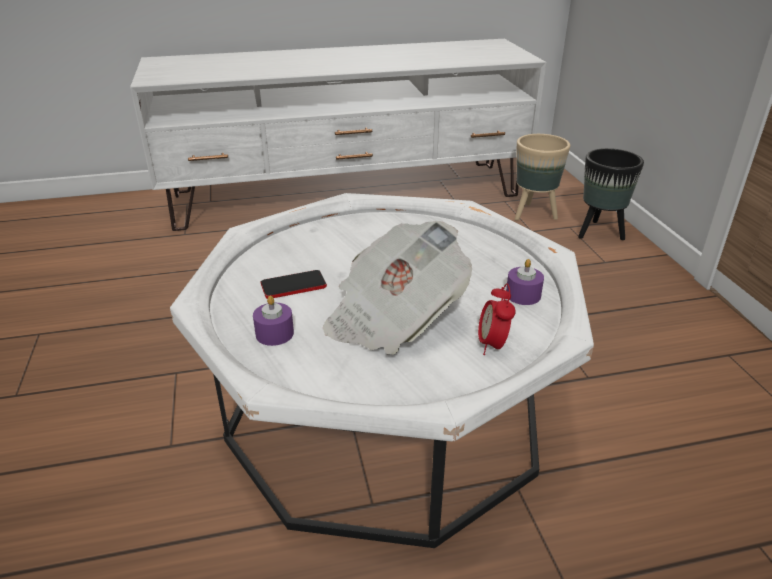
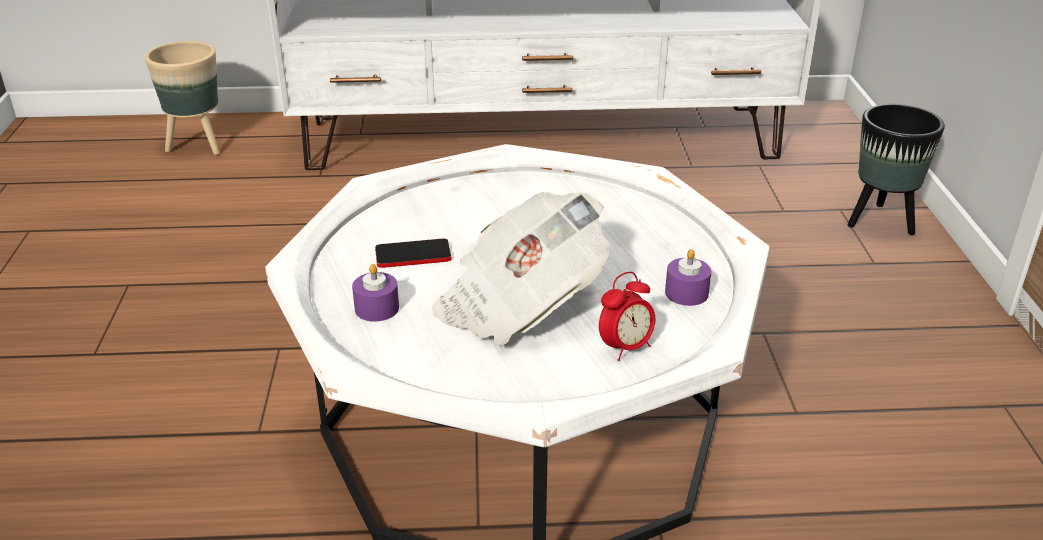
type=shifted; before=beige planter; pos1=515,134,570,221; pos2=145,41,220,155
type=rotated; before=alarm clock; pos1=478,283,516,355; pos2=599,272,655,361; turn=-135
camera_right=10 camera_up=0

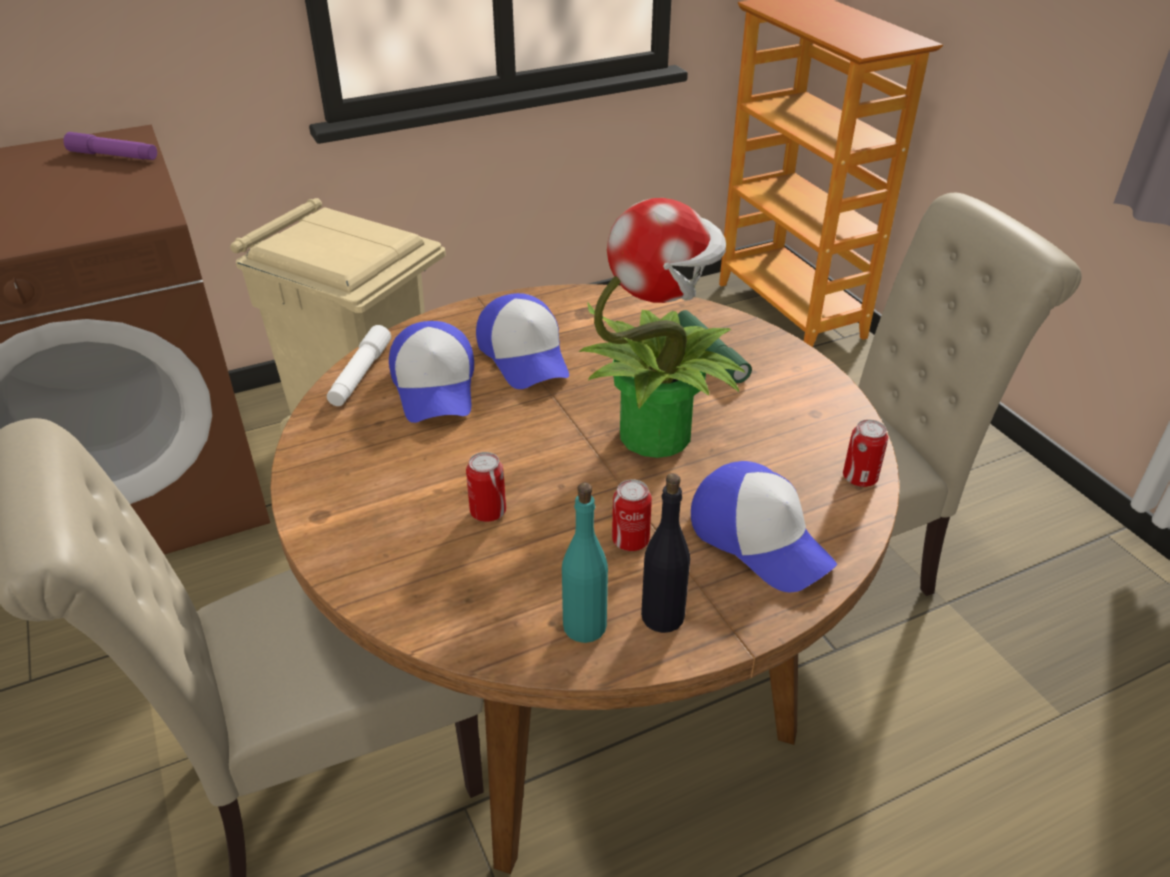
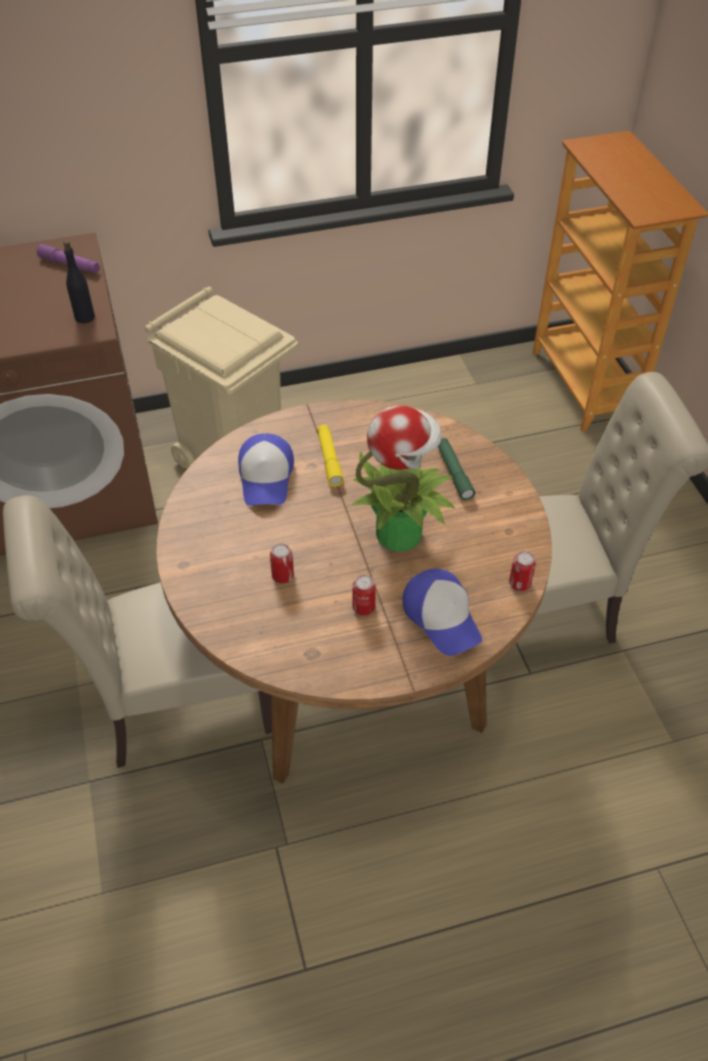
type=swapped; before=cap; after=yellow flashlight; pos1=476,293,569,389; pos2=318,425,344,487
type=gone; before=white flashlight; pos1=327,325,391,406
type=shifted; before=black bottle; pos1=641,473,690,633; pos2=63,241,95,323
type=gone; before=turquoise bottle; pos1=562,483,608,643
camera_right=10 camera_up=10

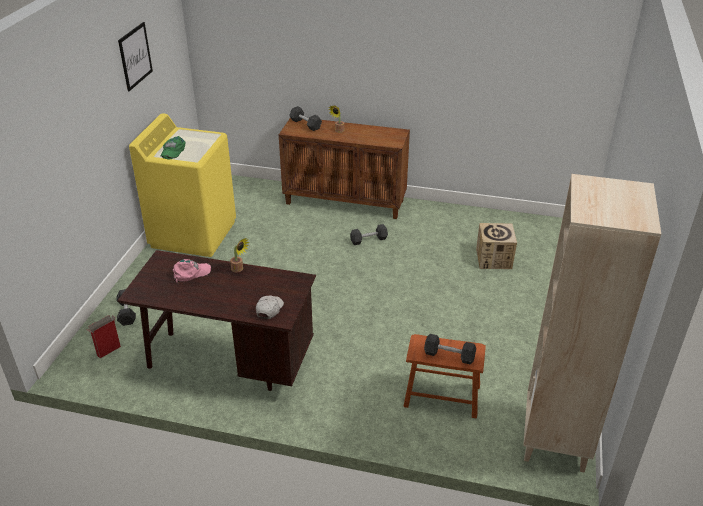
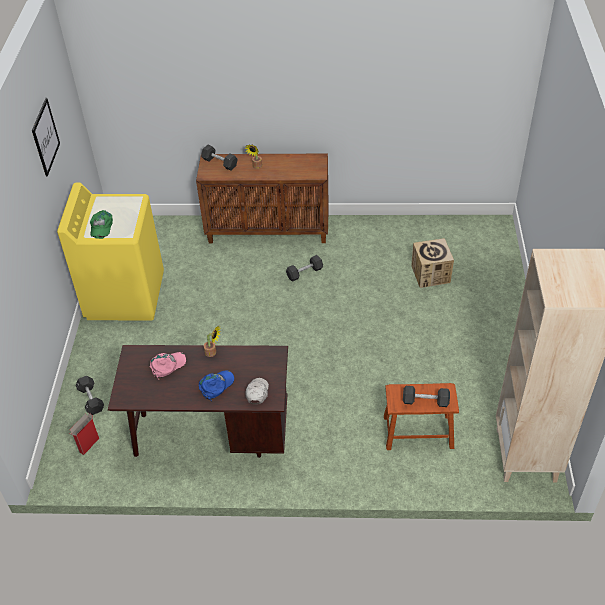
type=new; after=blue cap; pos2=199,370,234,401
camera_right=-10 camera_up=10

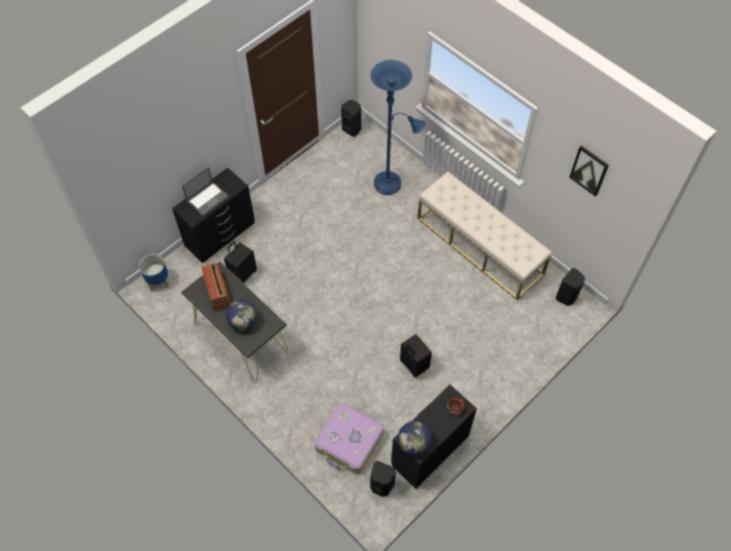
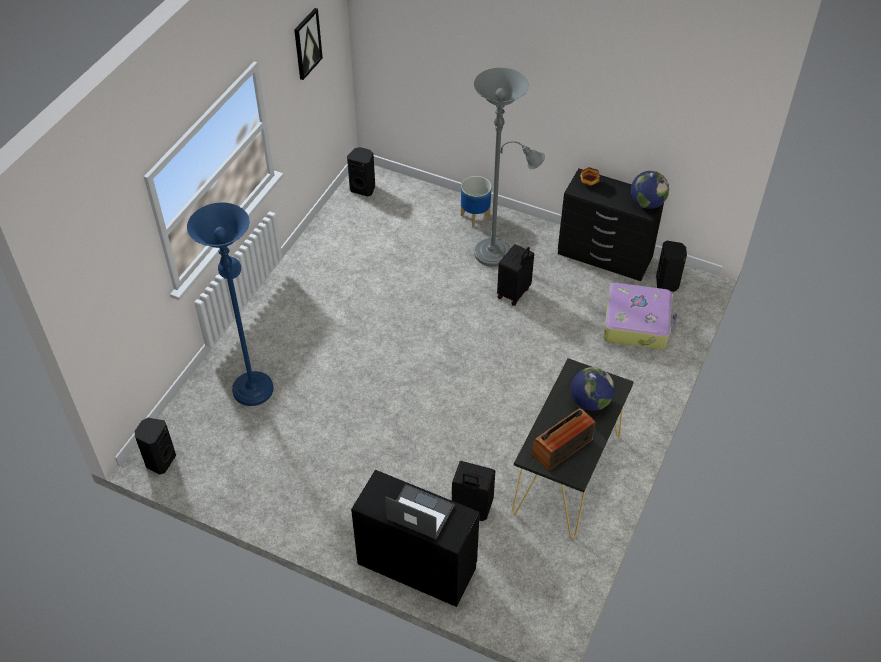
type=gone; before=beige bench; pos1=417,172,552,300
type=shifted; before=planter; pos1=139,254,169,291; pos2=461,176,492,227
type=new; after=grey floor lamp; pos2=474,68,545,267
camera_right=-110 camera_up=-10

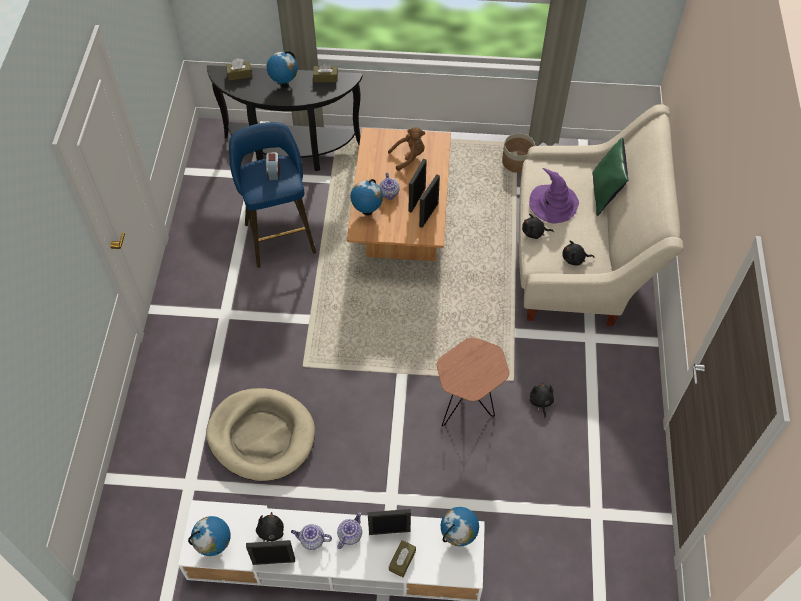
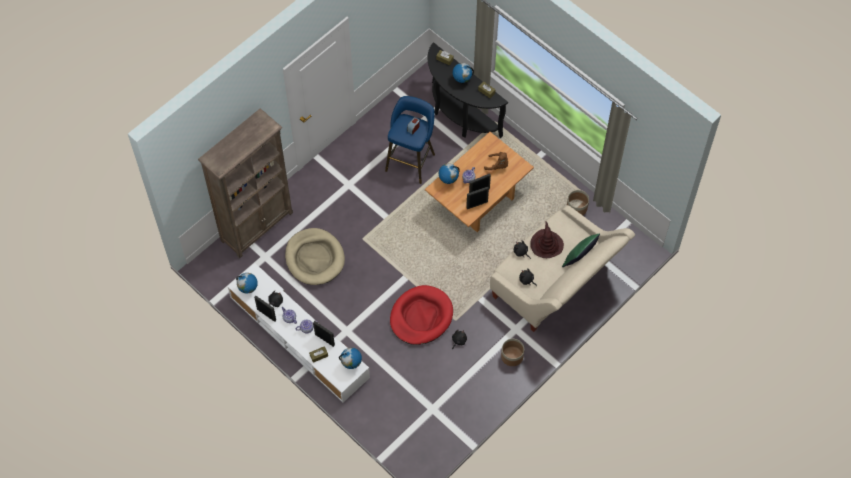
type=repainted; before=purple hat; after=brown hat; pos1=529,168,579,224; pos2=530,221,564,258
type=swapped; before=brown side table; after=red dog bed; pos1=437,337,509,426; pos2=390,285,453,345
type=new; after=brown bookcase; pos2=198,108,293,258
type=new; after=planter; pos2=501,339,524,366
camera_right=40 camera_up=5

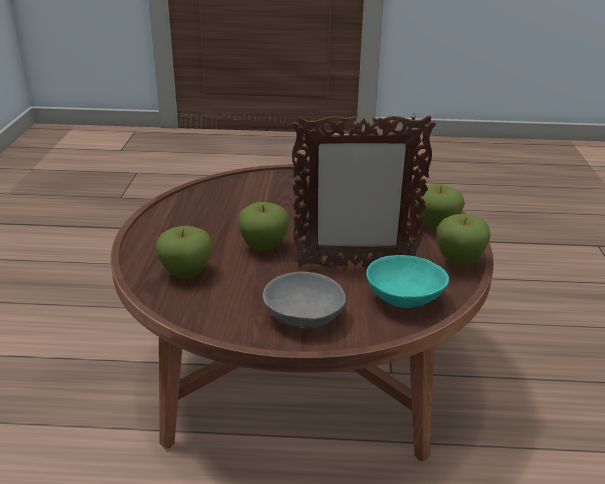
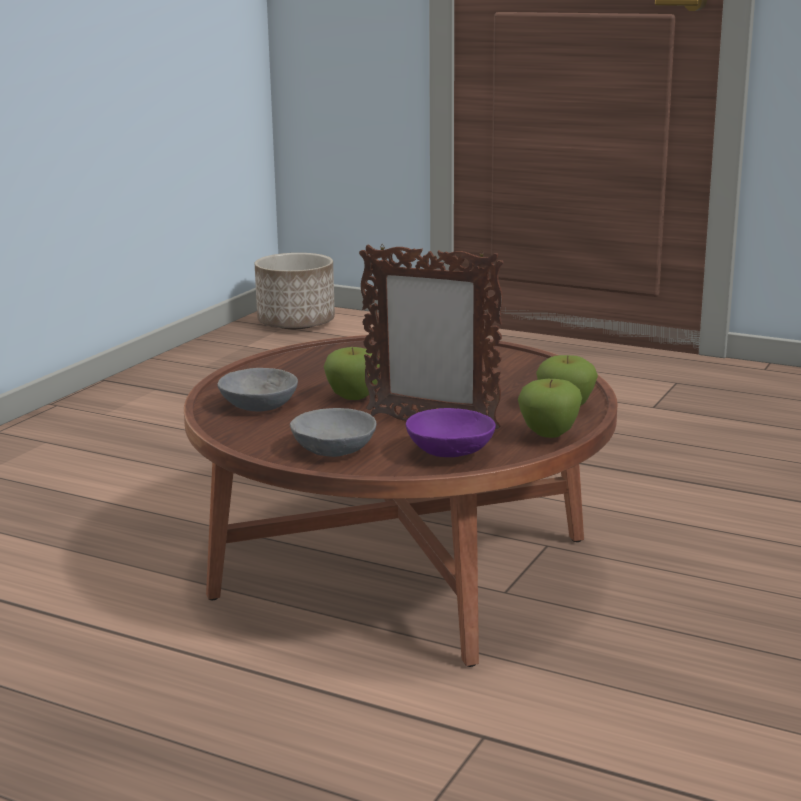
type=swapped; before=apple; after=grey bowl; pos1=155,226,212,279; pos2=217,368,298,411
type=repainted; before=turquoise bowl; after=purple bowl; pos1=366,255,449,308; pos2=406,408,496,457
type=new; after=planter; pos2=255,253,335,329
camera_right=25 camera_up=-10

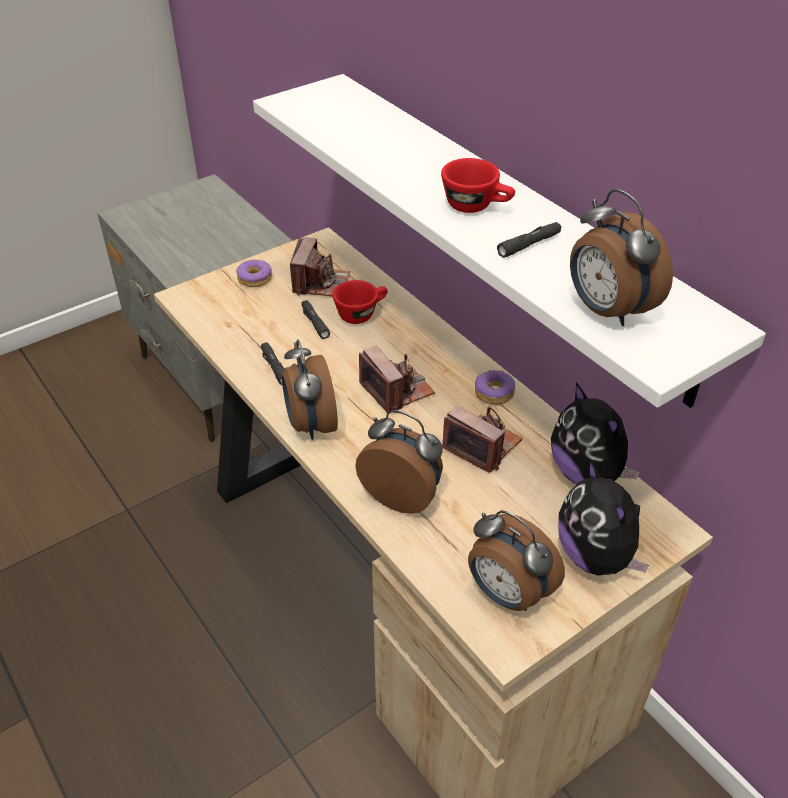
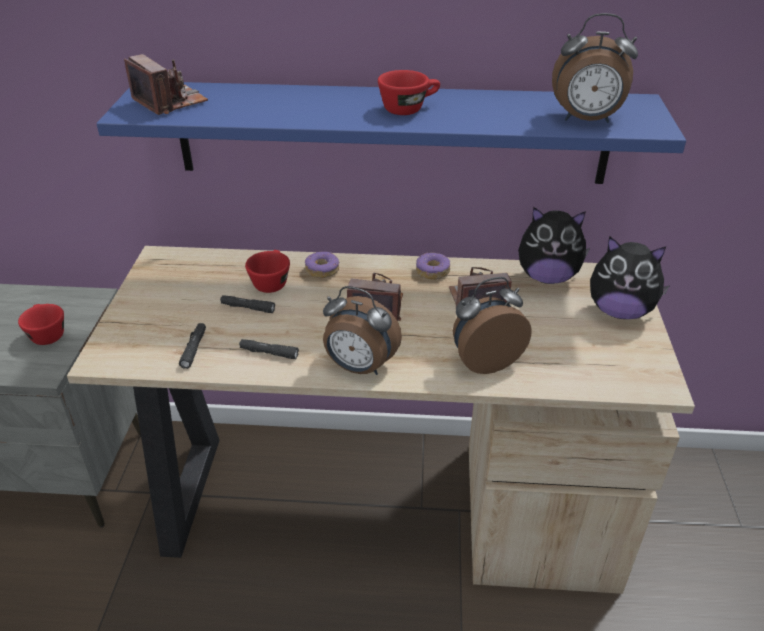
type=repainted; before=white shelf; after=blue shelf; pos1=253,74,766,408; pos2=96,82,686,184
type=shifted; before=black flashlight; pos1=497,222,561,258; pos2=179,323,206,369
type=shifted; before=photo camera; pos1=290,237,350,297; pos2=124,54,208,115
type=shifted; before=donut; pos1=236,260,272,287; pos2=305,252,339,278
type=gone; before=alarm clock; pos1=468,510,565,611
type=new; after=red cup; pos2=18,304,64,345
camera_right=-50 camera_up=-5

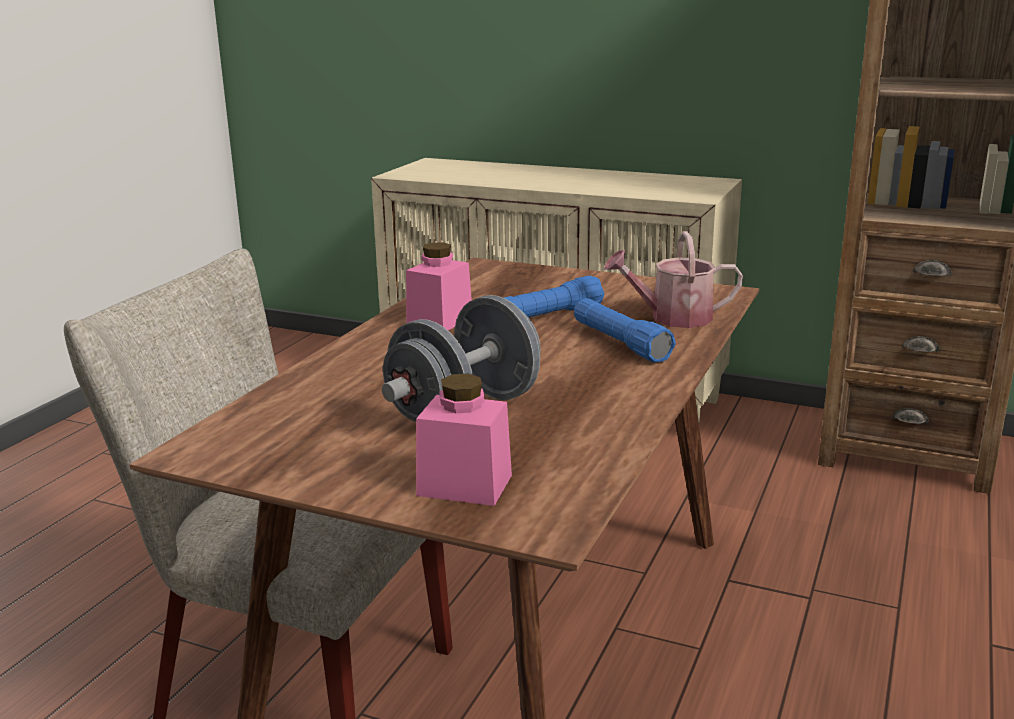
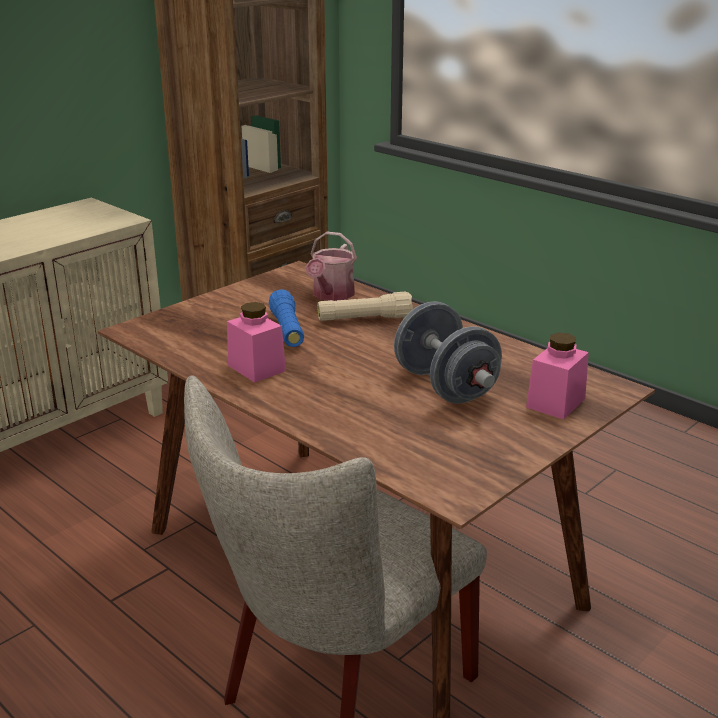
type=repainted; before=blue flashlight; after=beige flashlight; pos1=574,298,676,362; pos2=317,291,413,321
camera_right=-70 camera_up=5

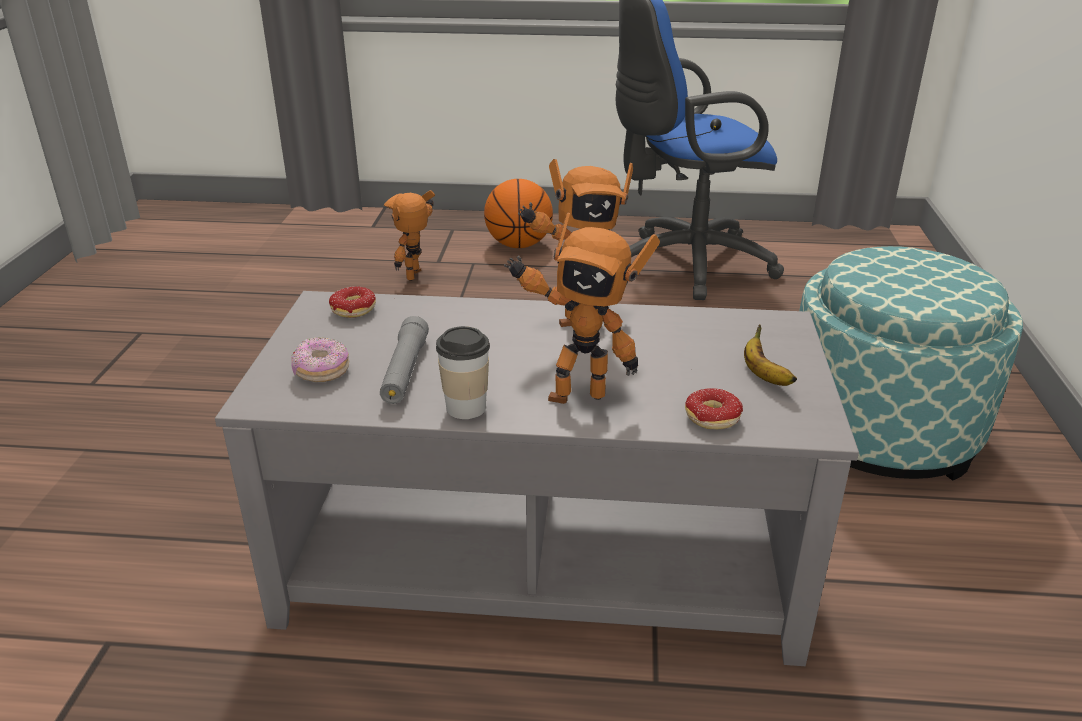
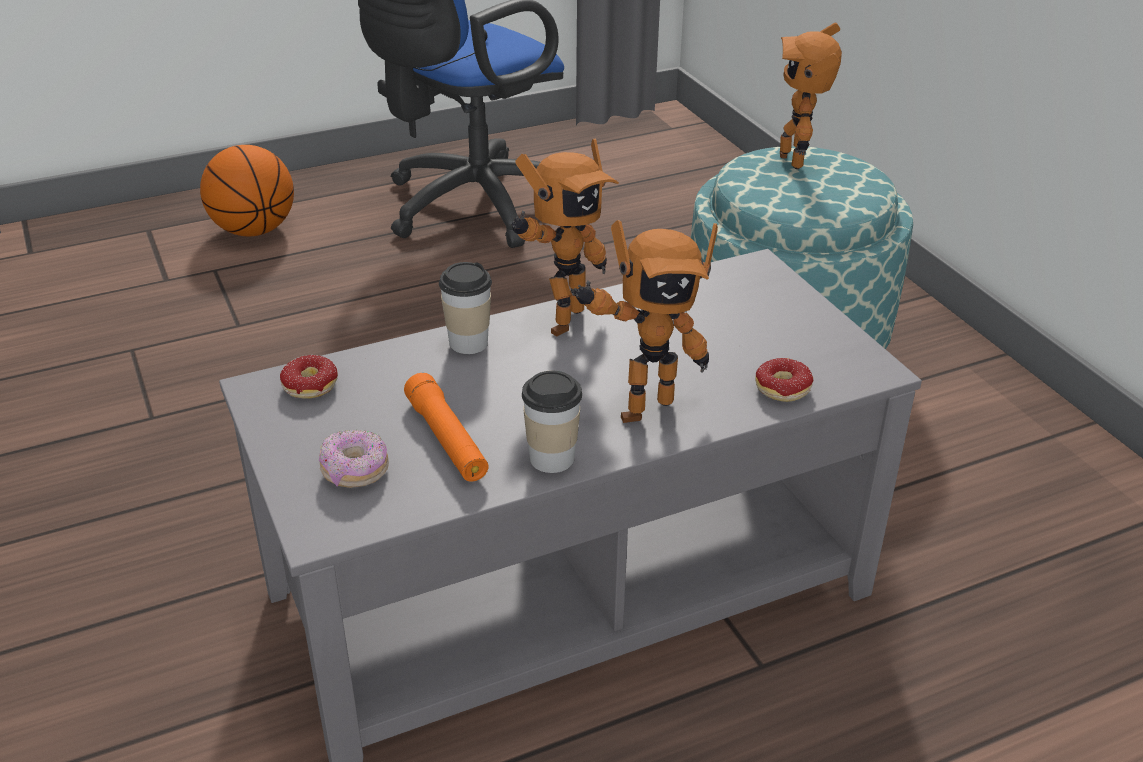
type=shifted; before=toy robot; pos1=384,190,435,281; pos2=780,23,842,169
type=repainted; before=grey flashlight; after=orange flashlight; pos1=380,316,429,404; pos2=404,373,489,482
type=gone; before=banana; pos1=744,324,797,386
type=new; after=cup; pos2=439,262,492,354
camera_right=-30 camera_up=5

